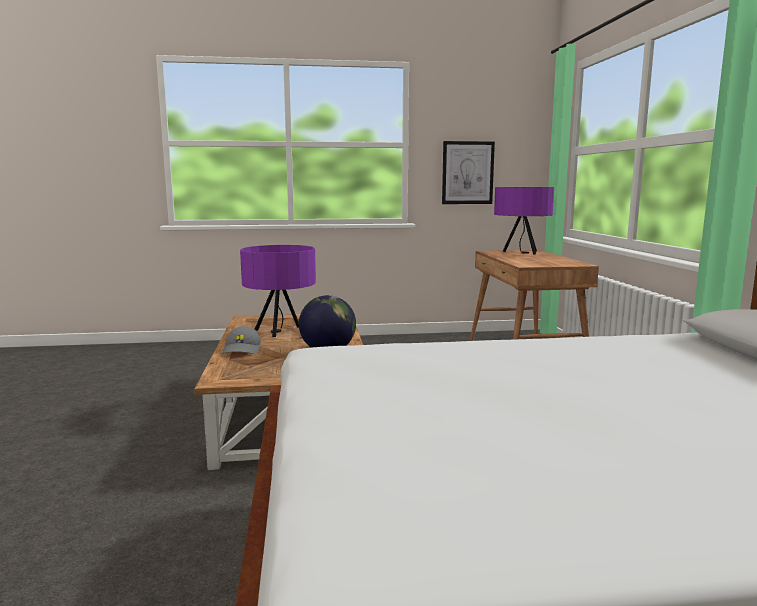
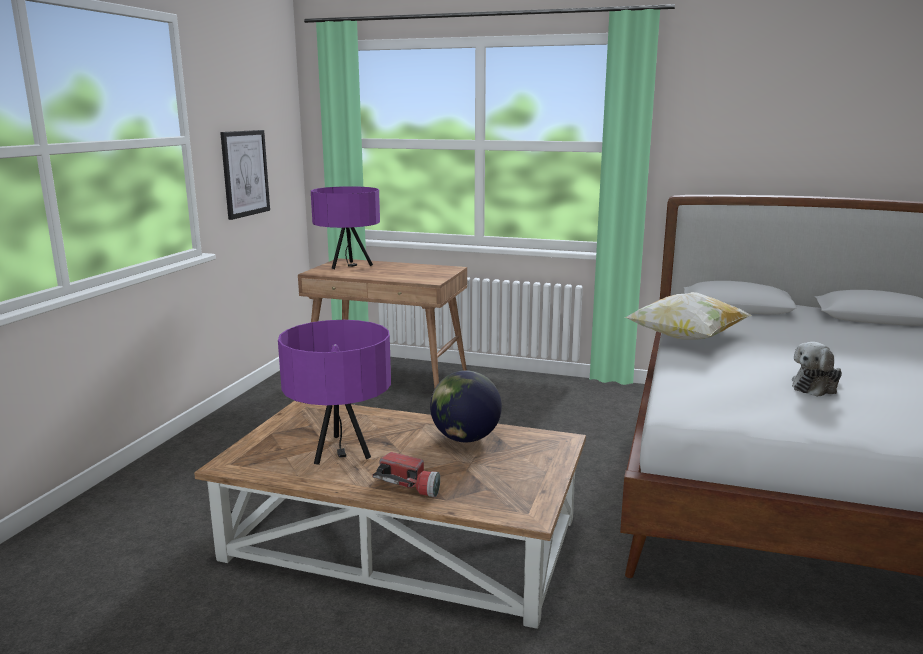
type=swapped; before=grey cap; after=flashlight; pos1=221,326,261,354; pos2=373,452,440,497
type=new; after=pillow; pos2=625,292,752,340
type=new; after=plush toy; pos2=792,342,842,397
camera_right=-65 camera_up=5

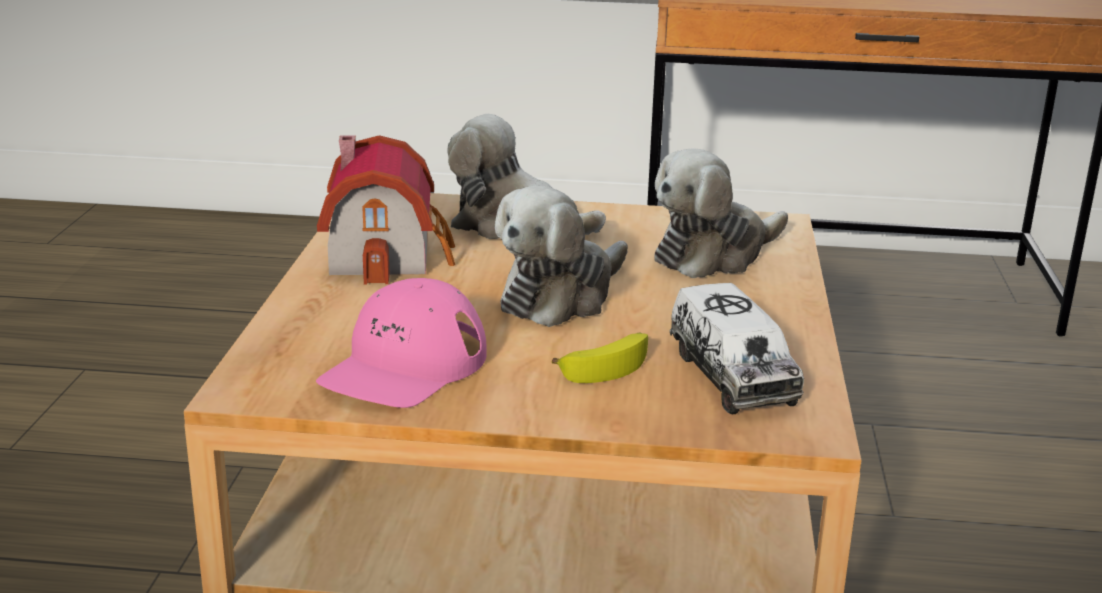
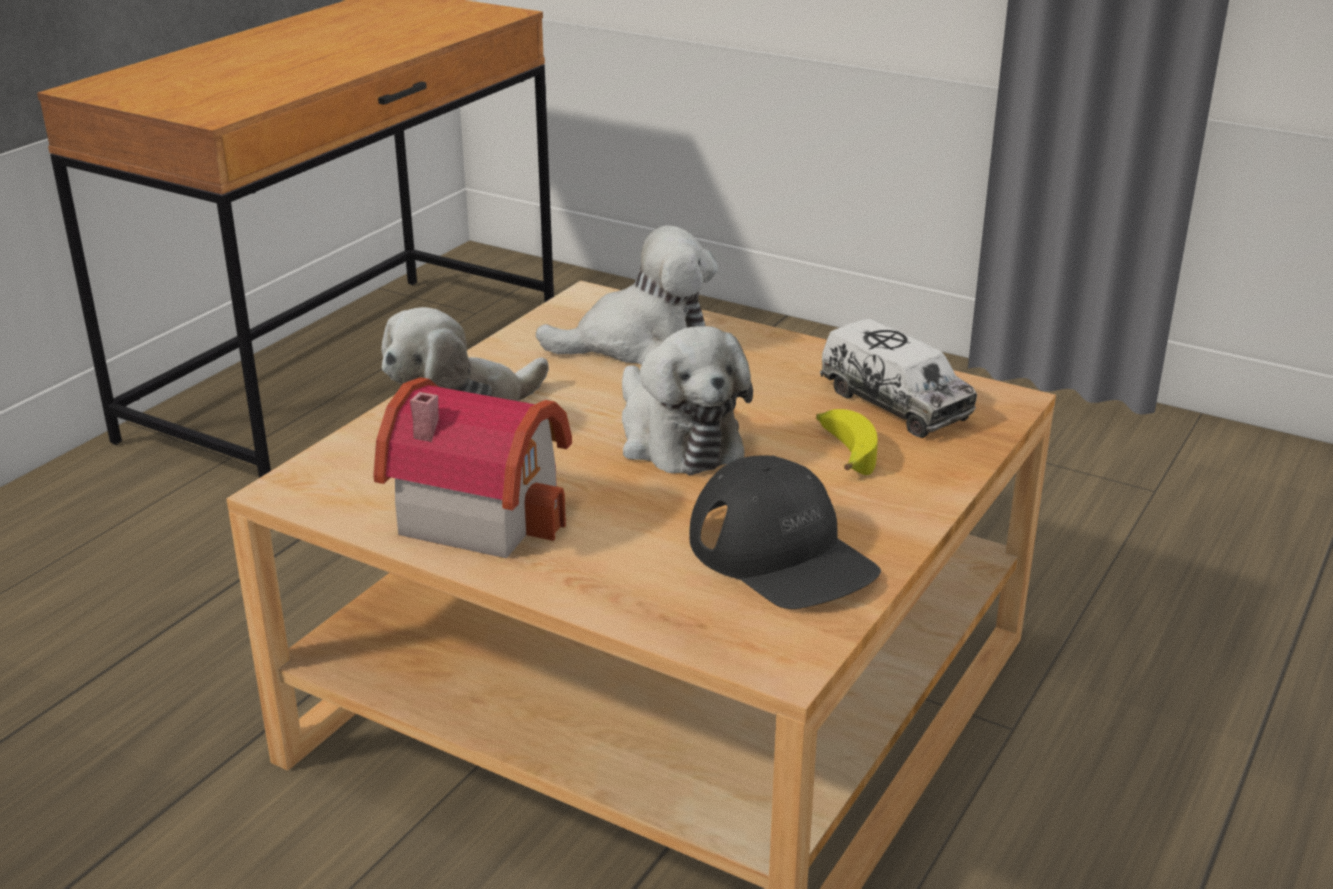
type=rotated; before=plush toy; pos1=654,148,788,278; pos2=536,225,718,365; turn=-90
type=repainted; before=pink cap; after=black cap; pos1=316,278,487,408; pos2=689,455,881,609
type=rotated; before=toy truck; pos1=670,283,804,414; pos2=820,318,977,438; turn=45
camera_right=-65 camera_up=5

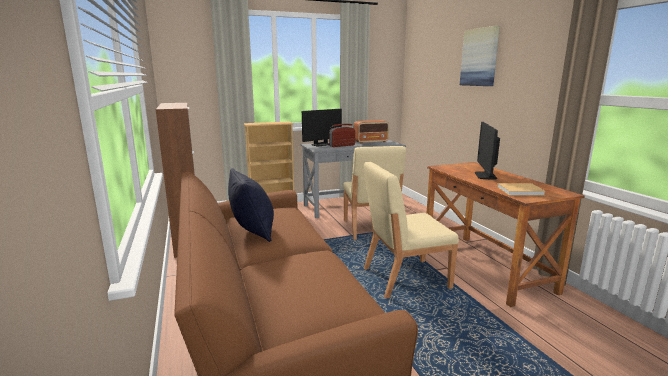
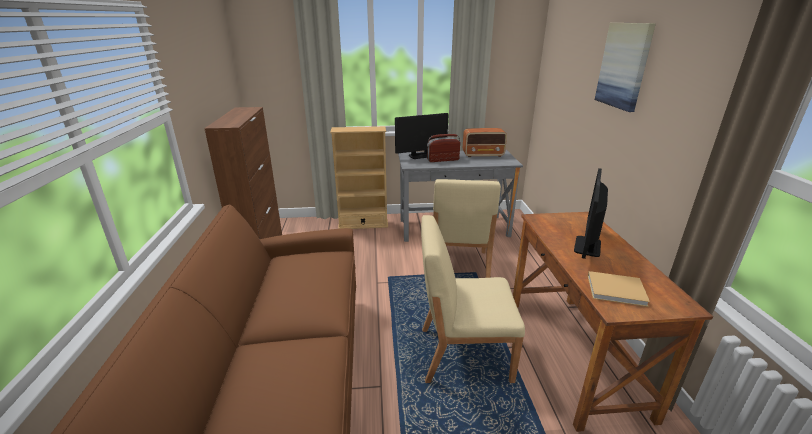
type=gone; before=black pillow; pos1=228,168,274,242
camera_right=15 camera_up=10

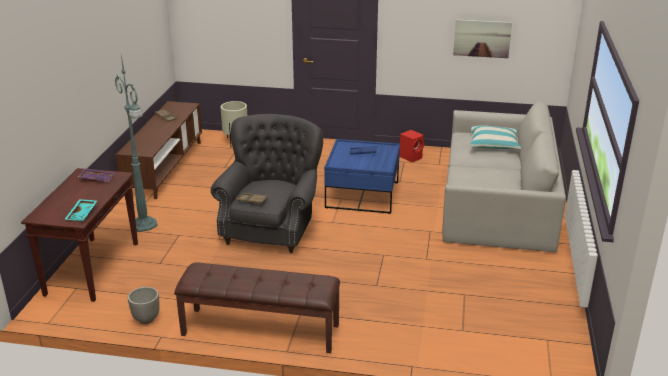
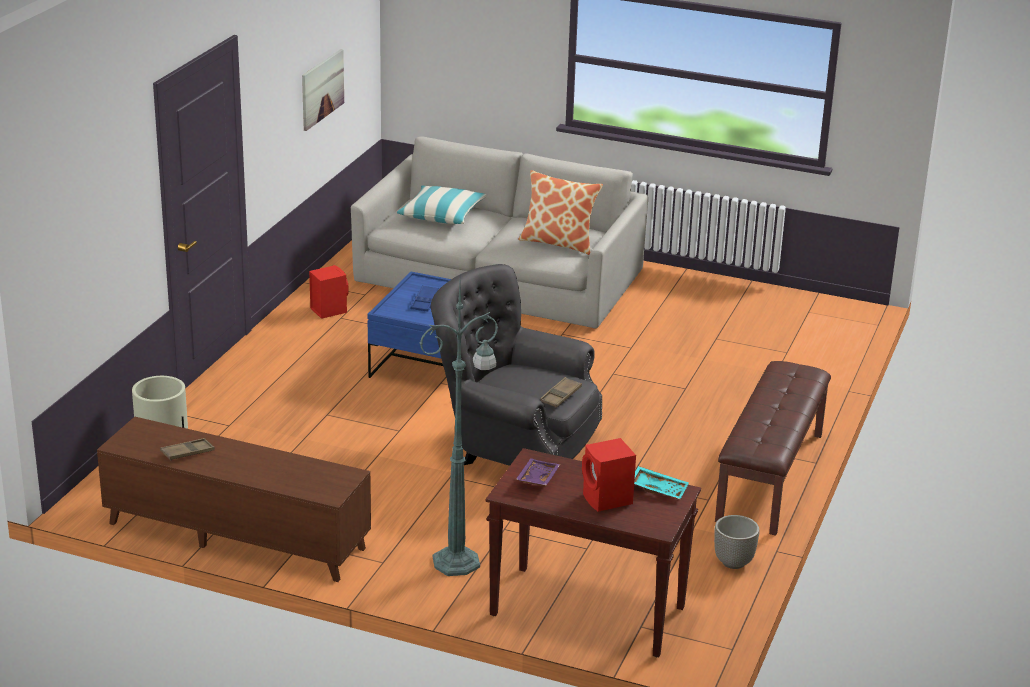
type=new; after=pillow; pos2=518,170,603,255
type=new; after=red speaker; pos2=582,438,636,512
camera_right=-80 camera_up=0

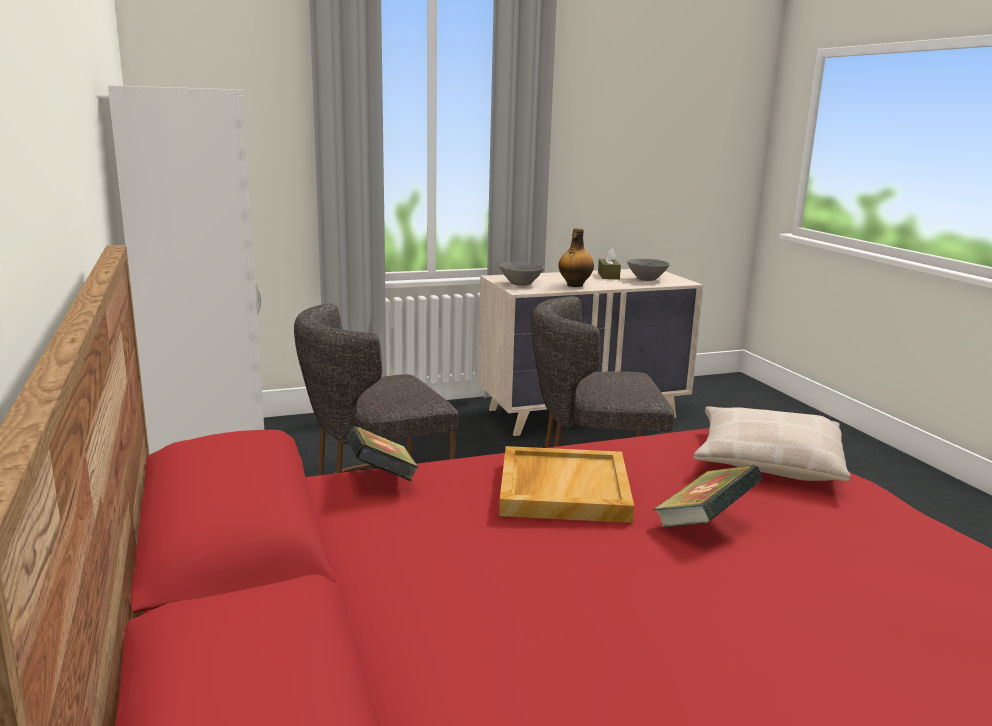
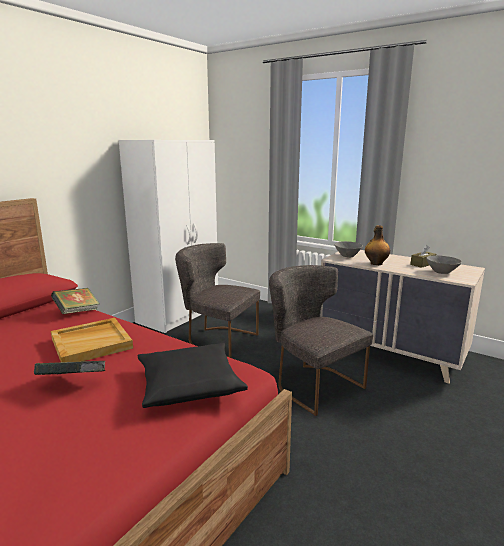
type=repainted; before=beige pillow; after=black pillow; pos1=694,406,851,481; pos2=138,343,248,408
camera_right=55 camera_up=0

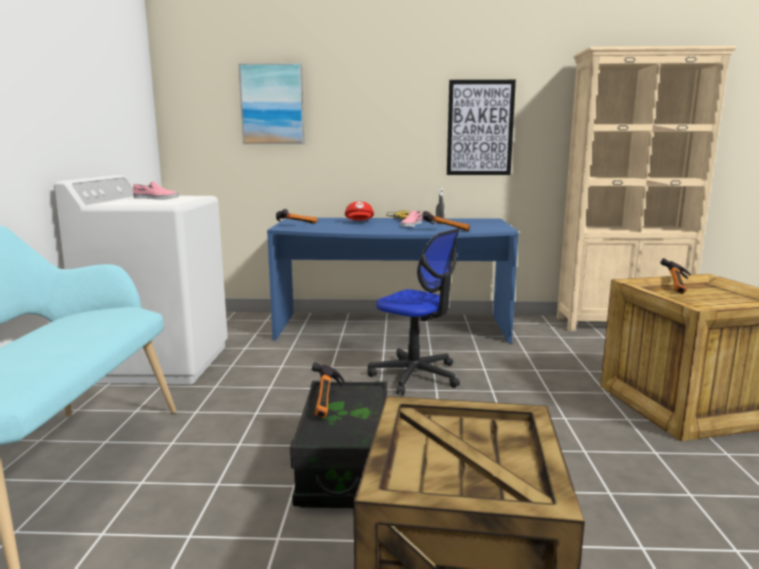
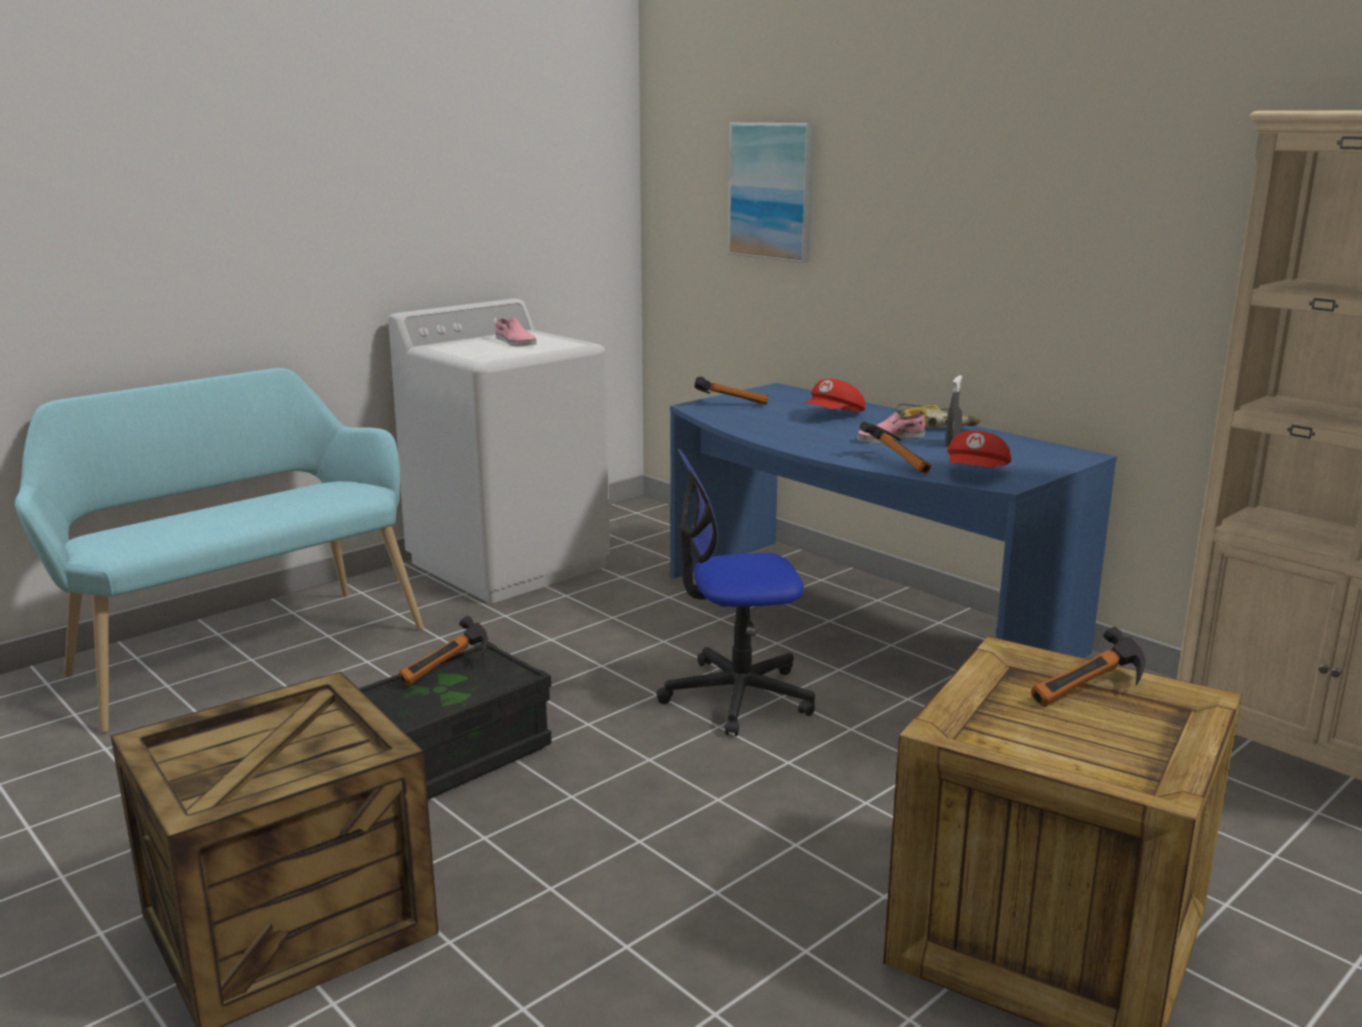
type=gone; before=picture; pos1=447,80,516,175
type=rotated; before=office chair; pos1=368,228,460,395; pos2=656,449,815,736; turn=90
type=new; after=red cap; pos2=947,430,1011,468
camera_right=45 camera_up=5

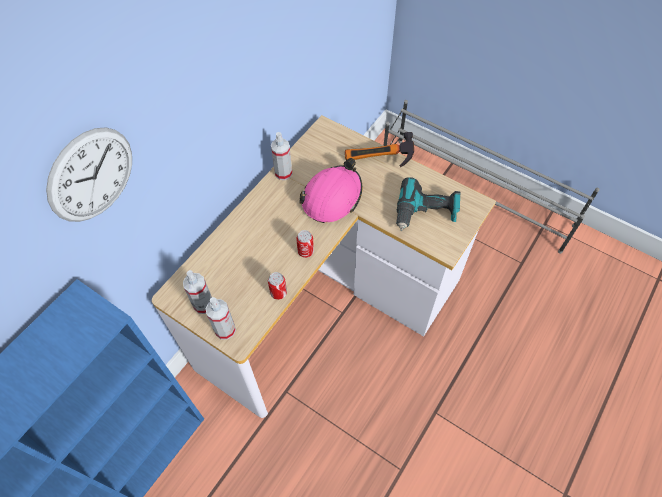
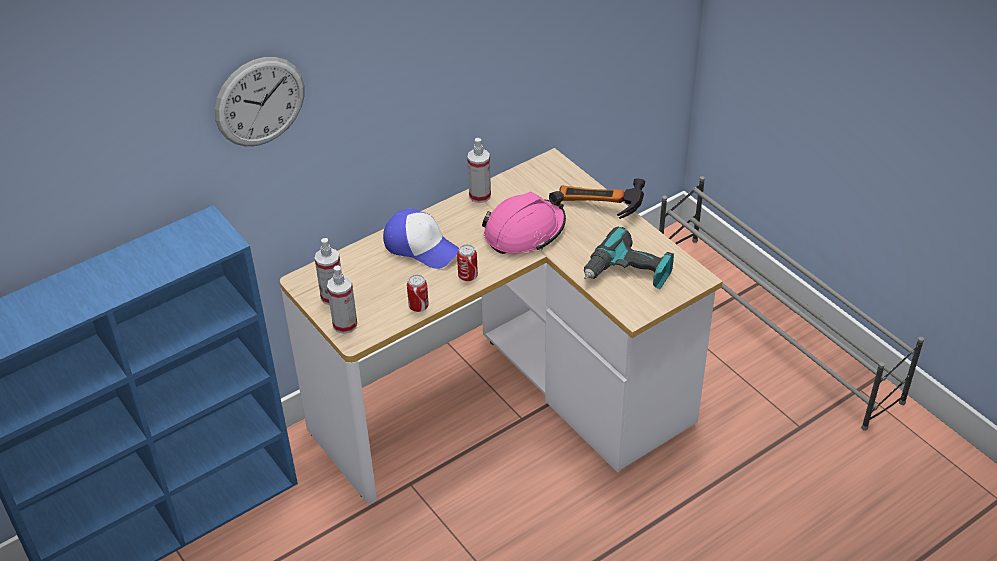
type=new; after=cap; pos2=383,209,459,269
camera_right=20 camera_up=-15

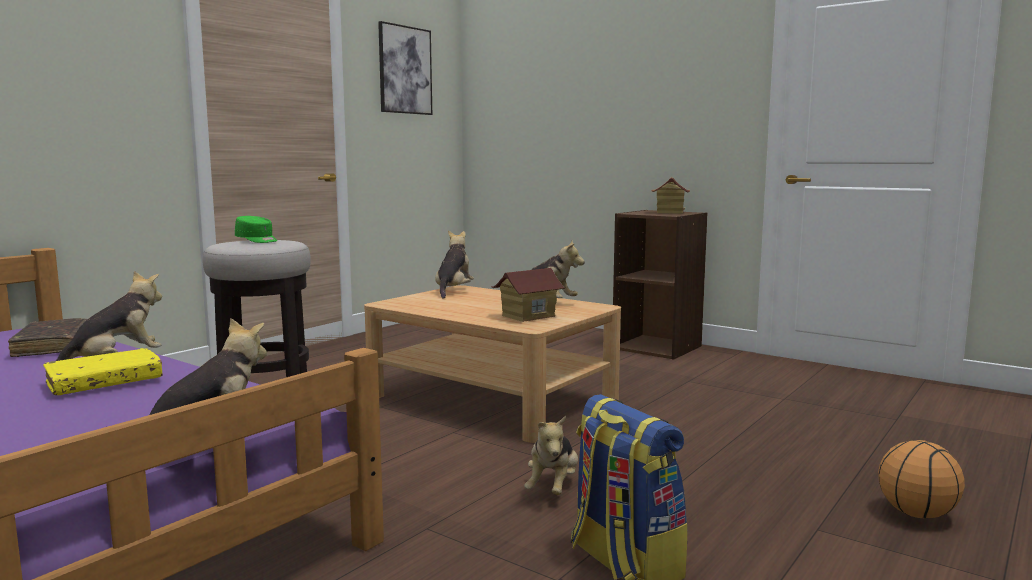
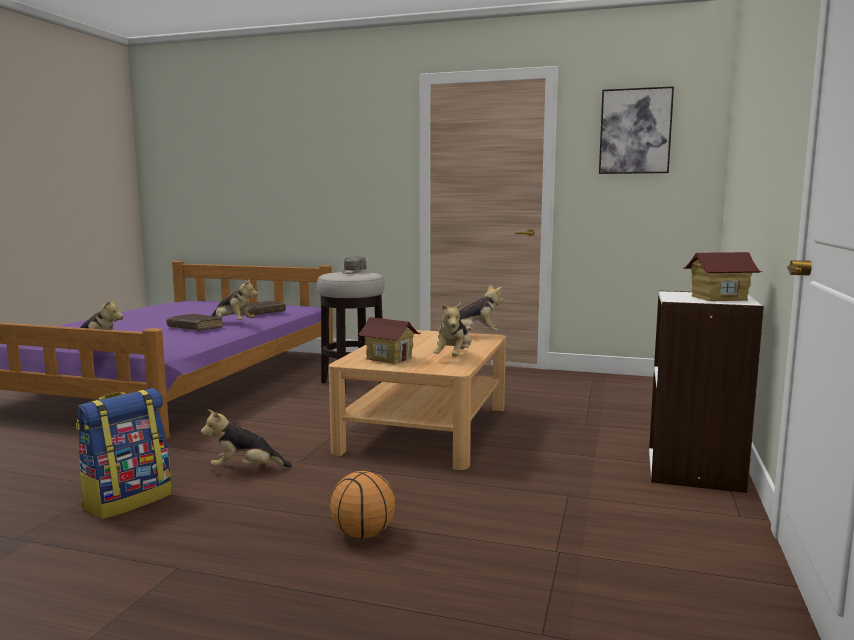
type=repainted; before=brown bookcase; after=white bookcase; pos1=613,210,707,360; pos2=649,290,764,493
type=repainted; before=green cap; after=grey cap; pos1=235,216,277,243; pos2=343,256,367,274
type=repainted; before=yellow book; after=brown book; pos1=43,348,163,395; pos2=166,313,223,331
type=shifted; before=basketball; pos1=878,440,965,519; pos2=330,471,396,538
camera_right=70 camera_up=0

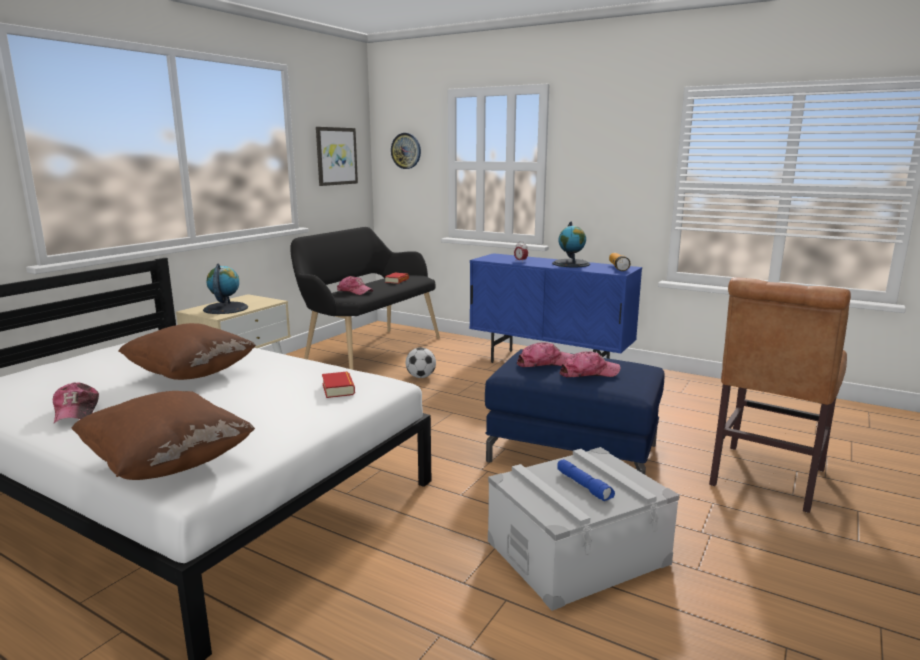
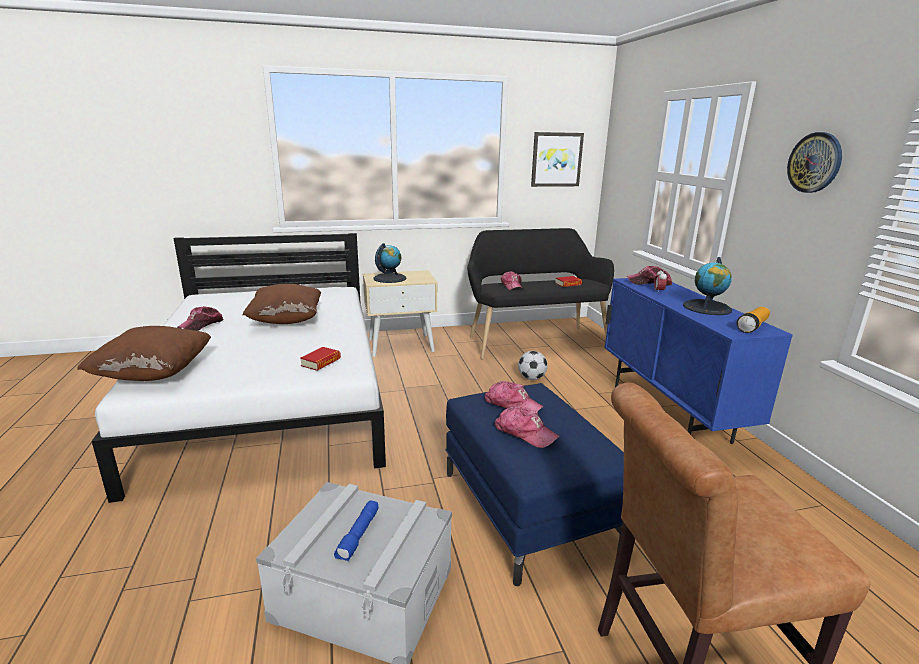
type=shifted; before=wall clock; pos1=391,133,421,169; pos2=787,132,842,193
type=new; after=cap; pos2=627,266,672,286
camera_right=45 camera_up=5

